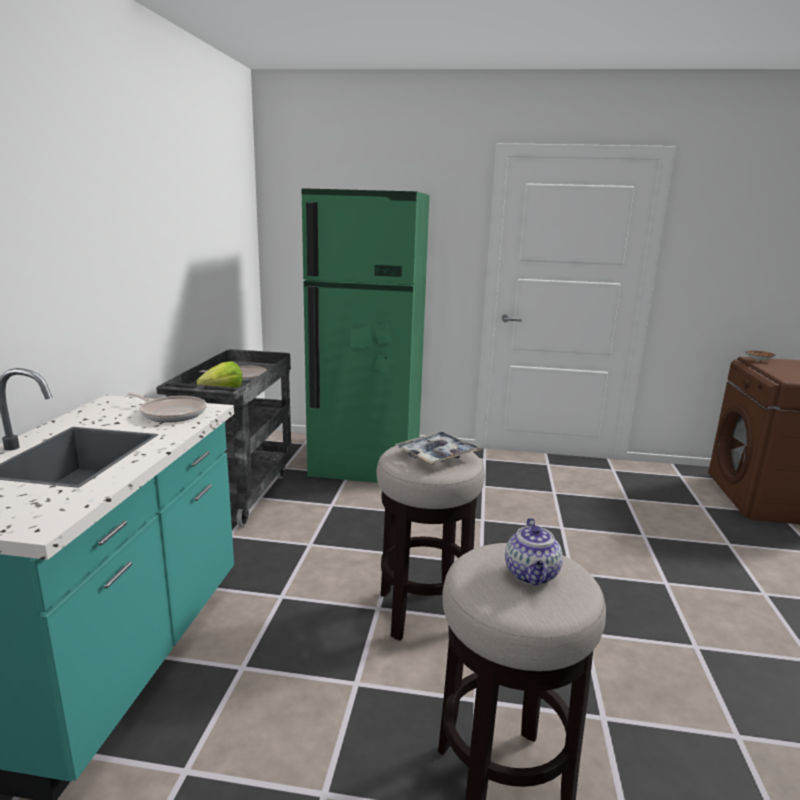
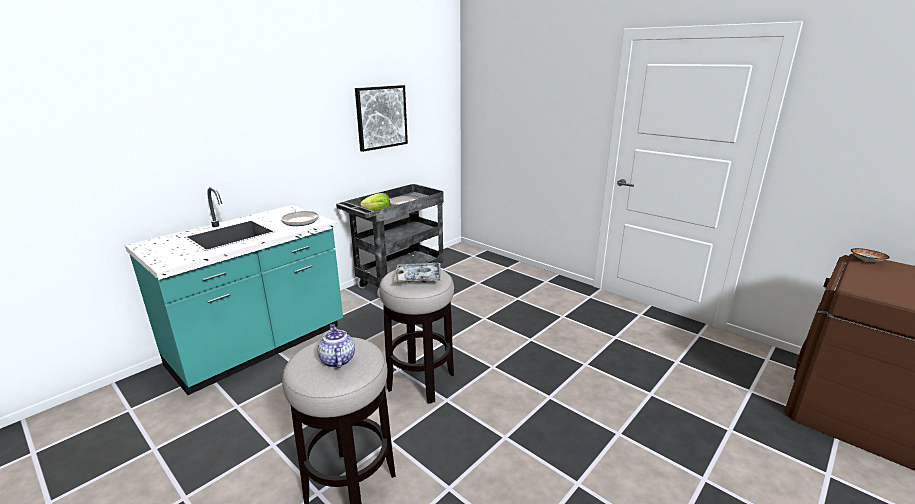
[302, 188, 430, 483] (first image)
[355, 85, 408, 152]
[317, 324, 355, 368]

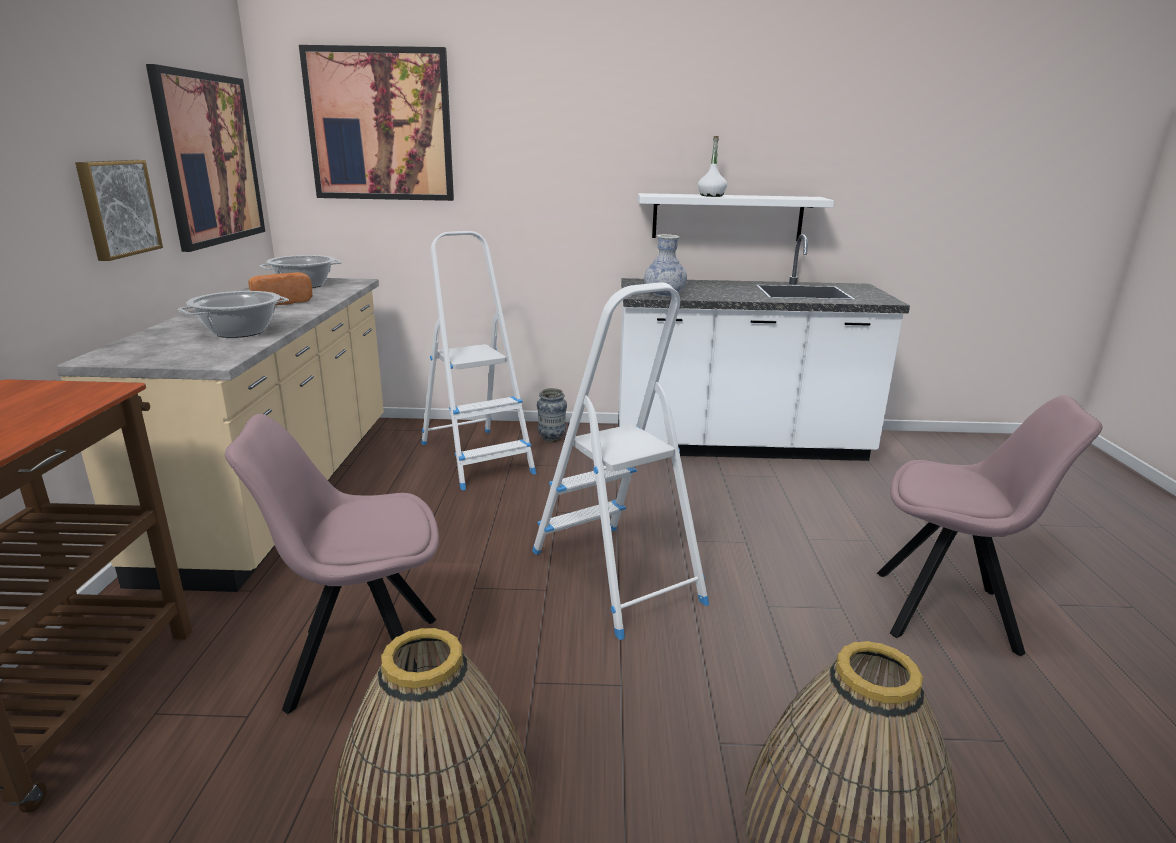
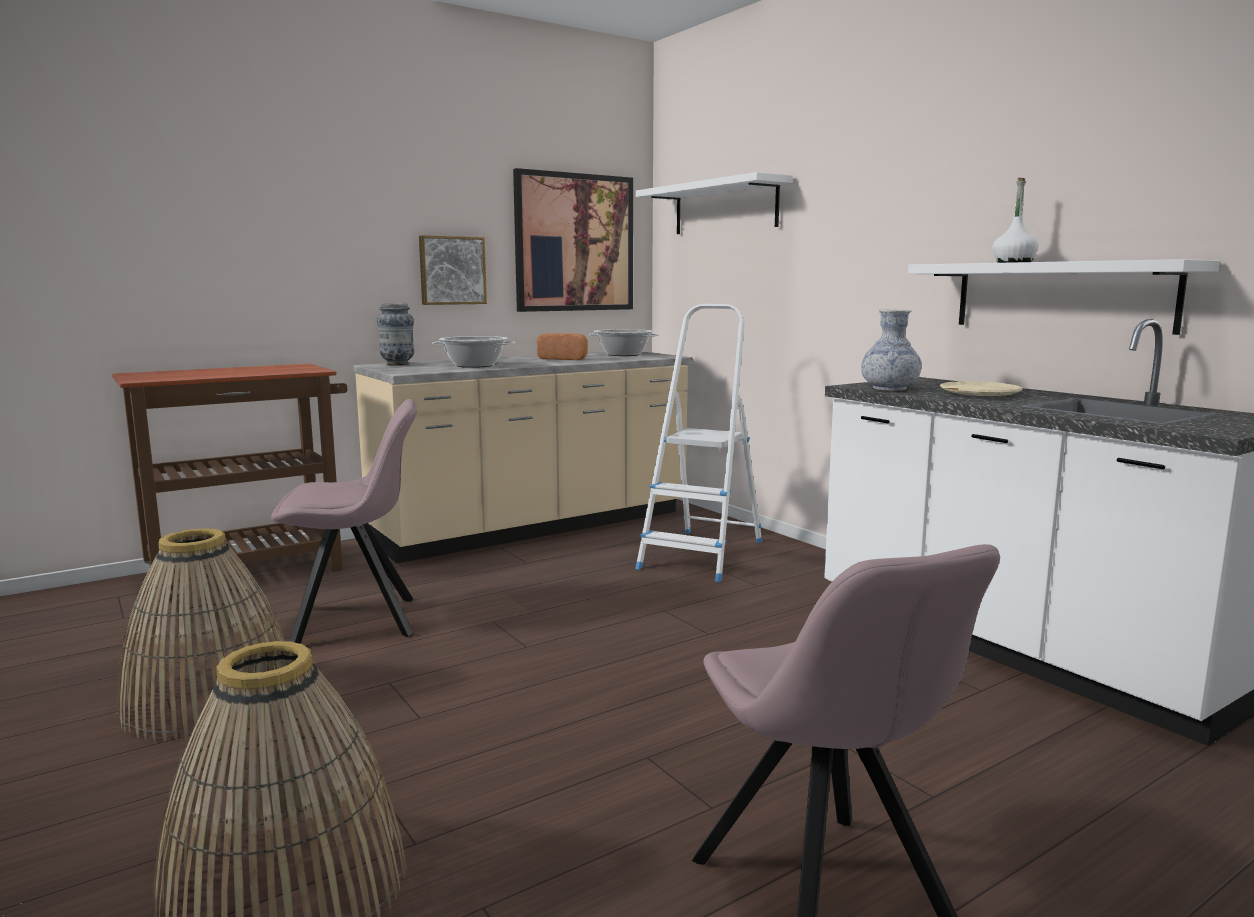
[532, 282, 709, 640] (first image)
[940, 381, 1023, 396]
[377, 303, 414, 366]
[636, 172, 793, 234]
[271, 399, 417, 644]

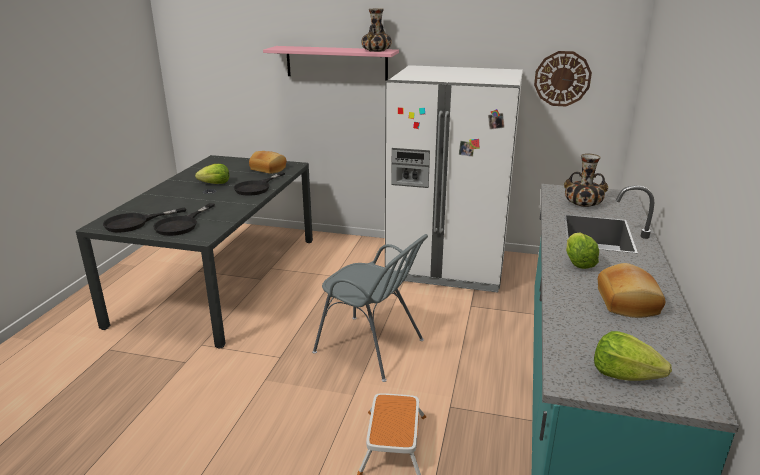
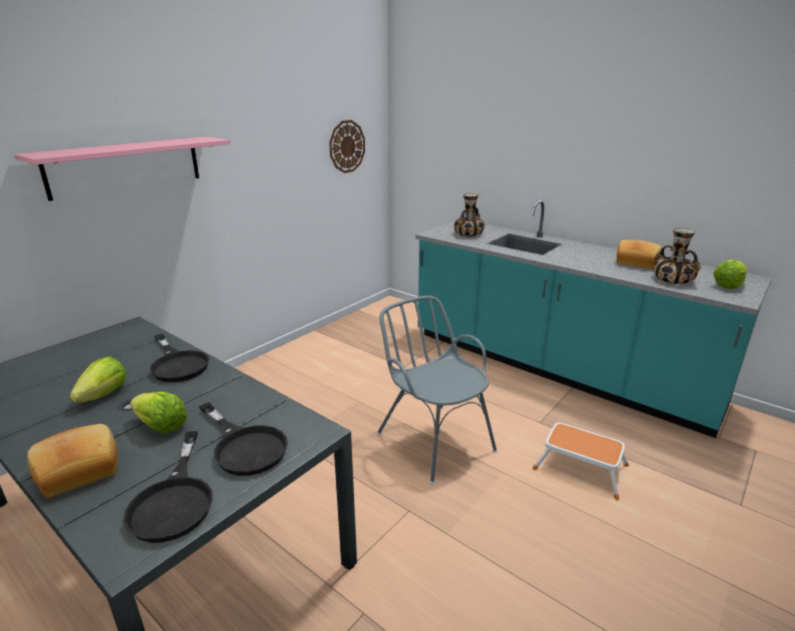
[385, 65, 523, 293] (first image)
[27, 424, 118, 498]
[653, 228, 701, 284]
[130, 392, 187, 433]
[377, 296, 498, 485]

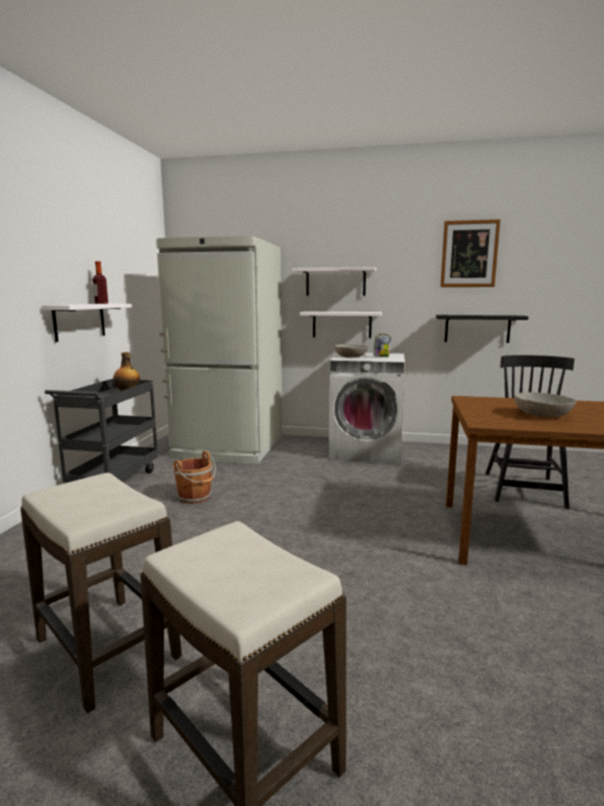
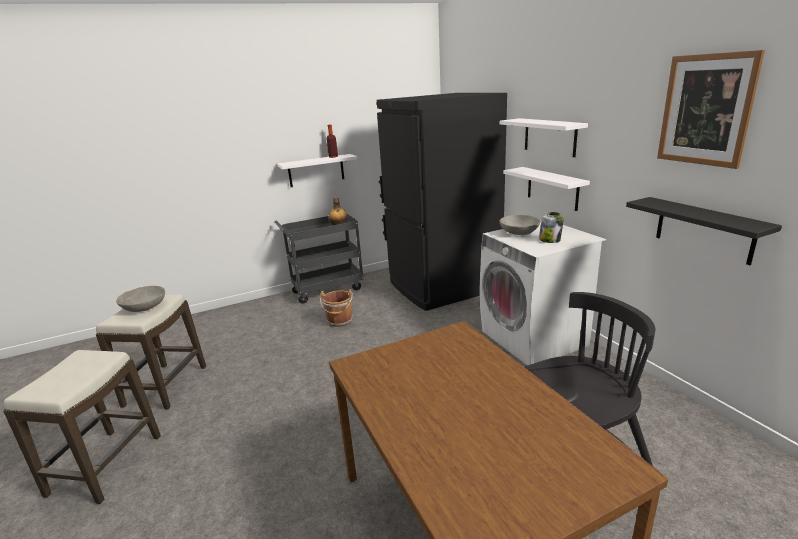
[116, 286, 165, 312]
[377, 93, 507, 311]

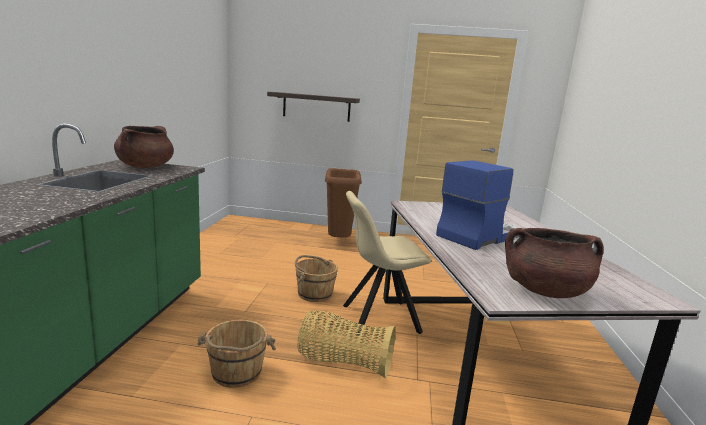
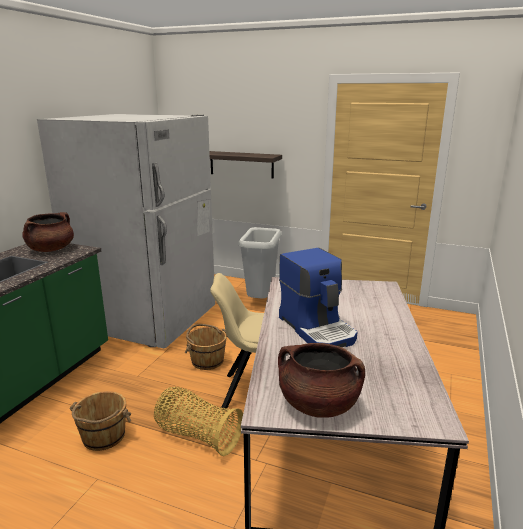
[37, 114, 215, 348]
[238, 227, 281, 298]
[279, 248, 357, 347]

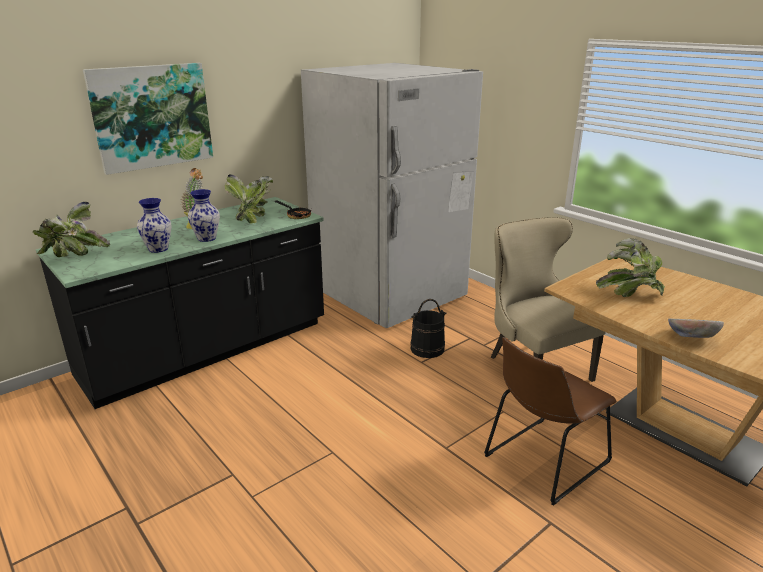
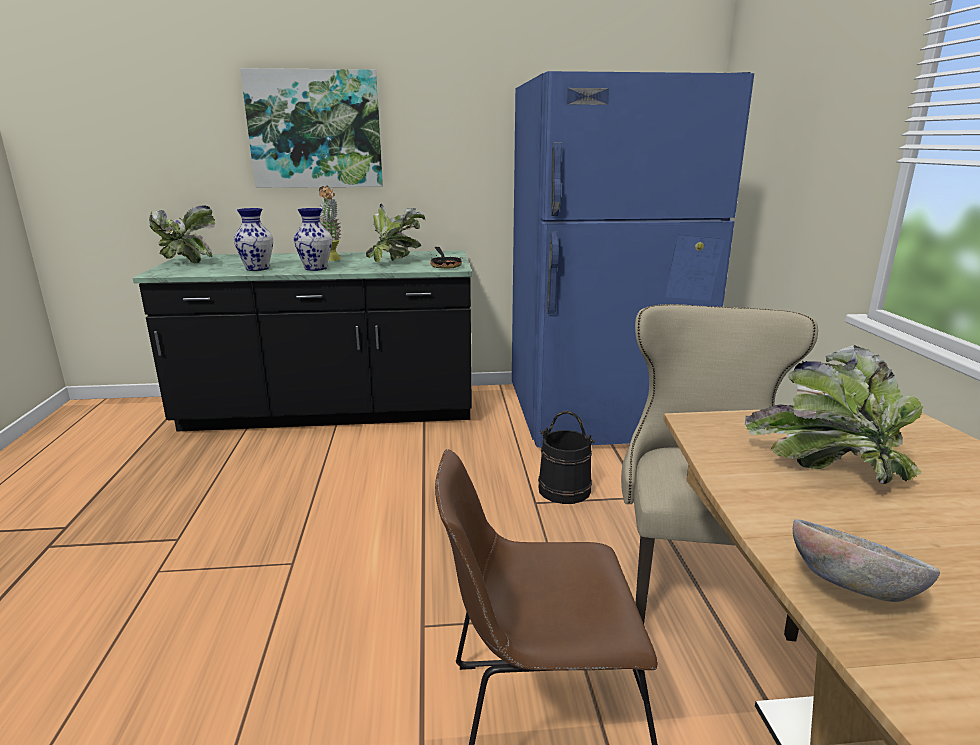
[512, 71, 754, 448]

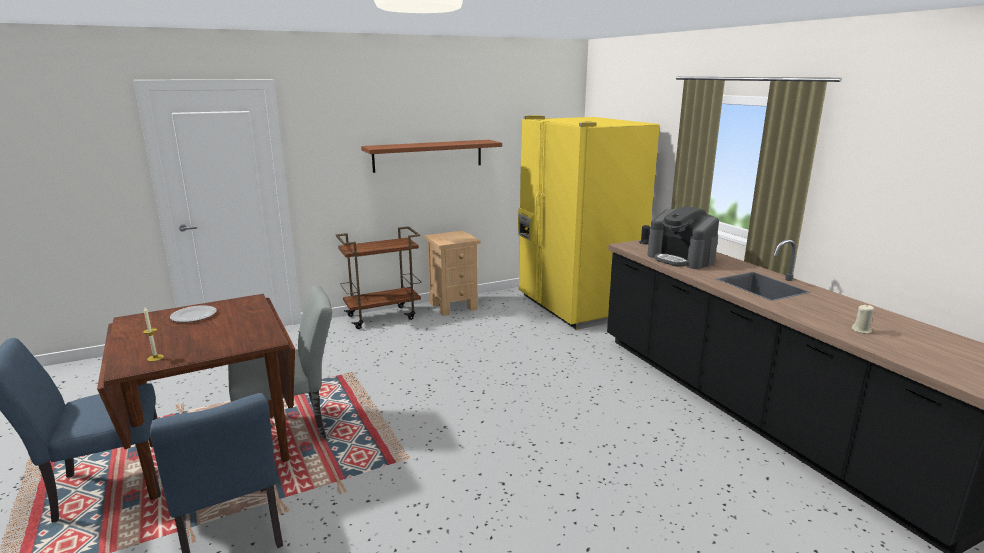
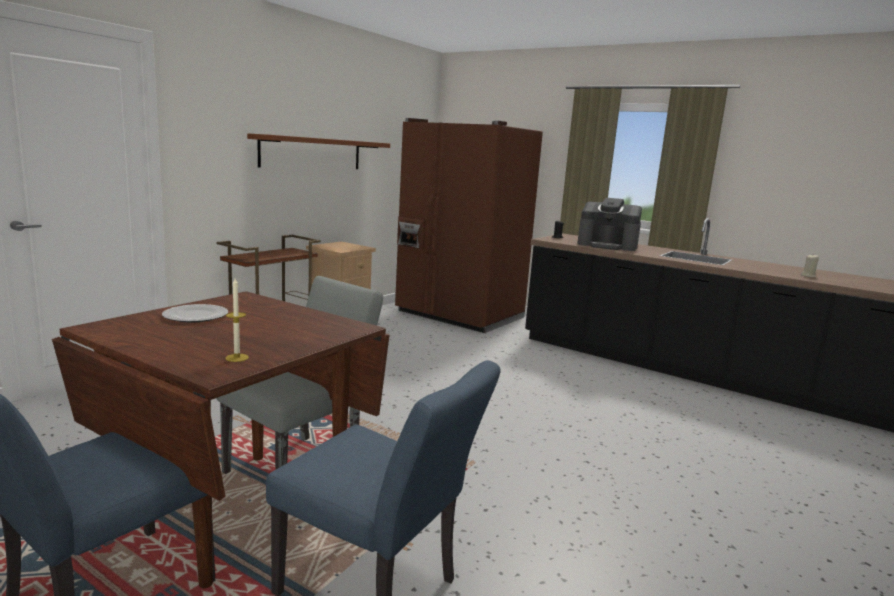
[395, 118, 543, 333]

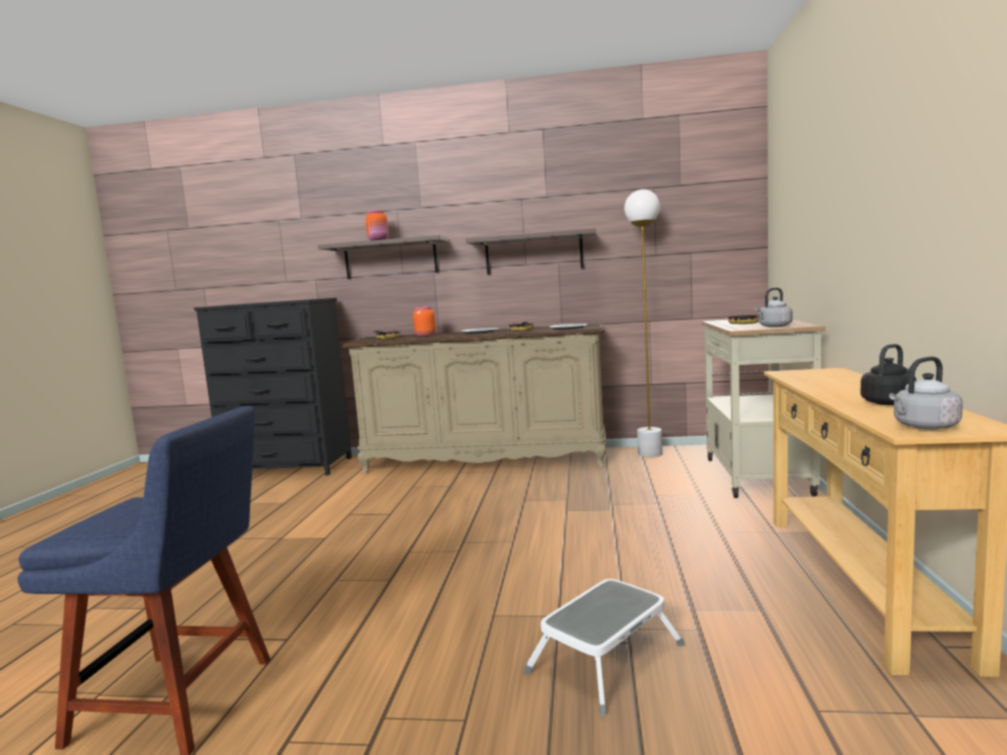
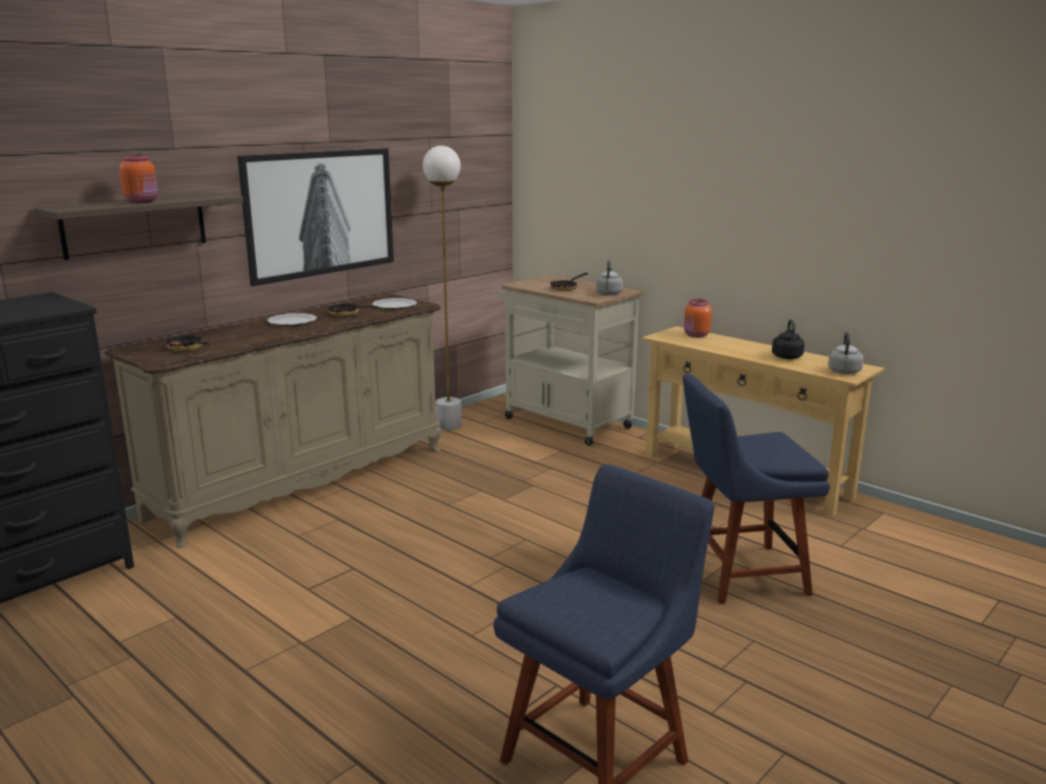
[684, 299, 712, 338]
[237, 148, 394, 286]
[683, 374, 830, 604]

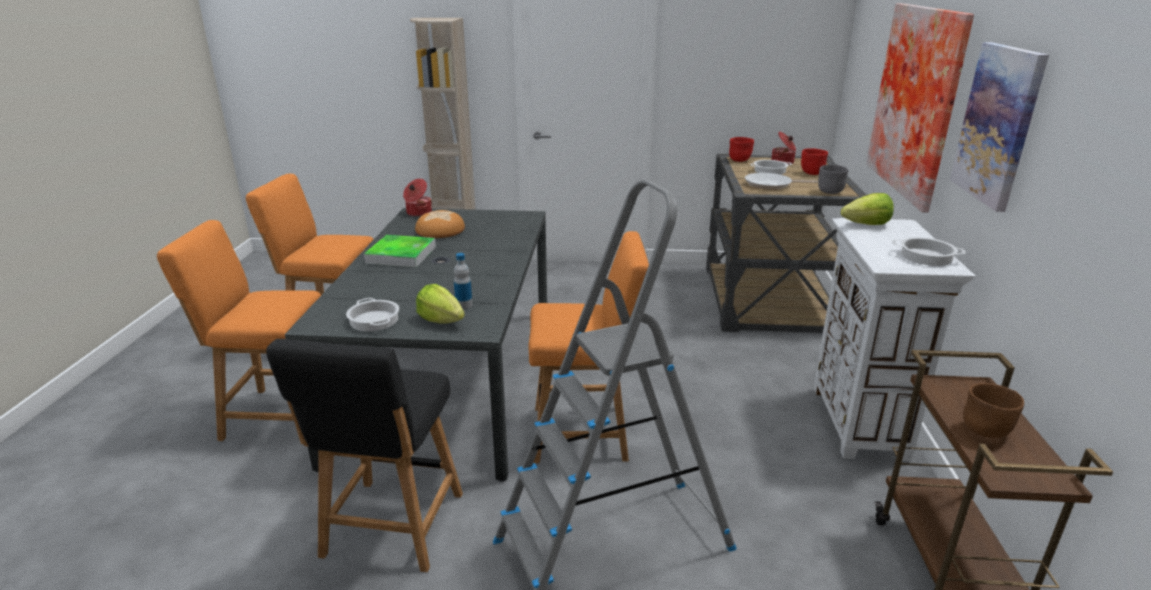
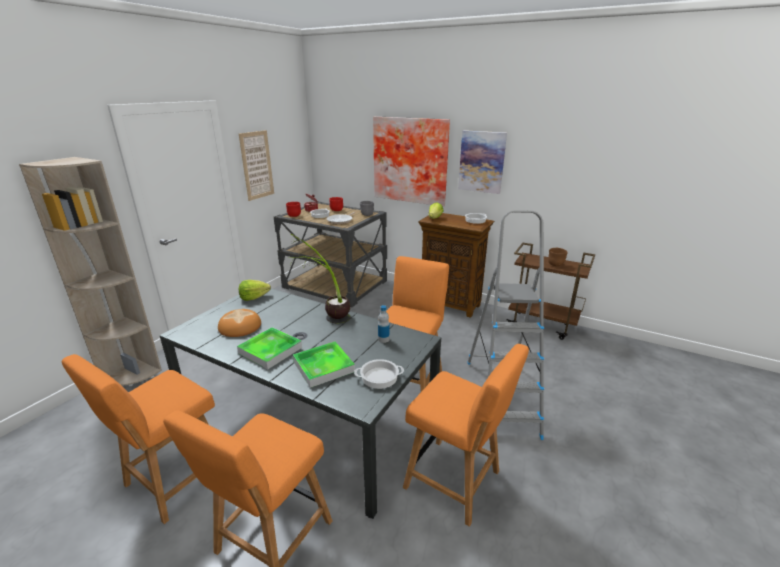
[403, 179, 432, 217] (first image)
[239, 130, 274, 201]
[291, 234, 350, 323]
[293, 342, 355, 388]
[239, 280, 271, 301]
[403, 344, 529, 527]
[418, 213, 494, 318]

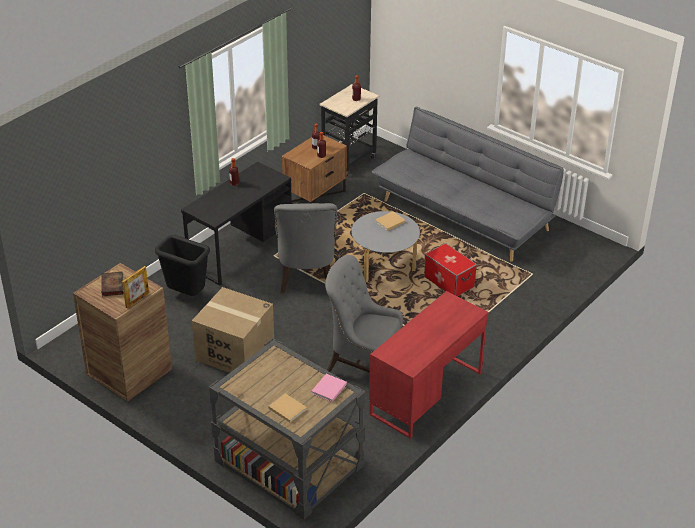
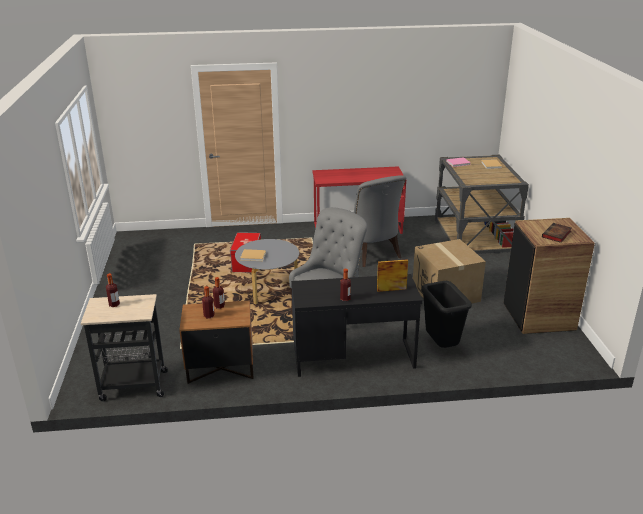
[372, 107, 564, 262] (first image)
[377, 259, 408, 292]

